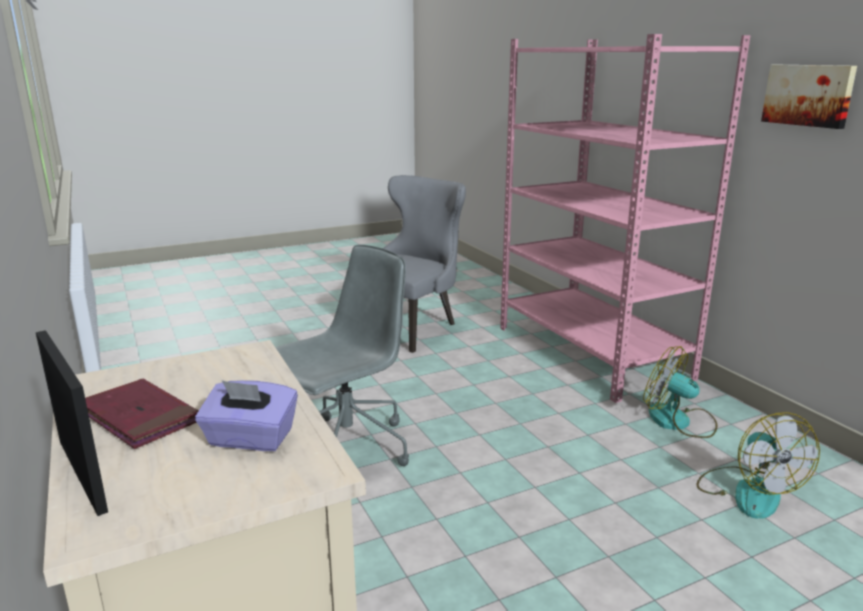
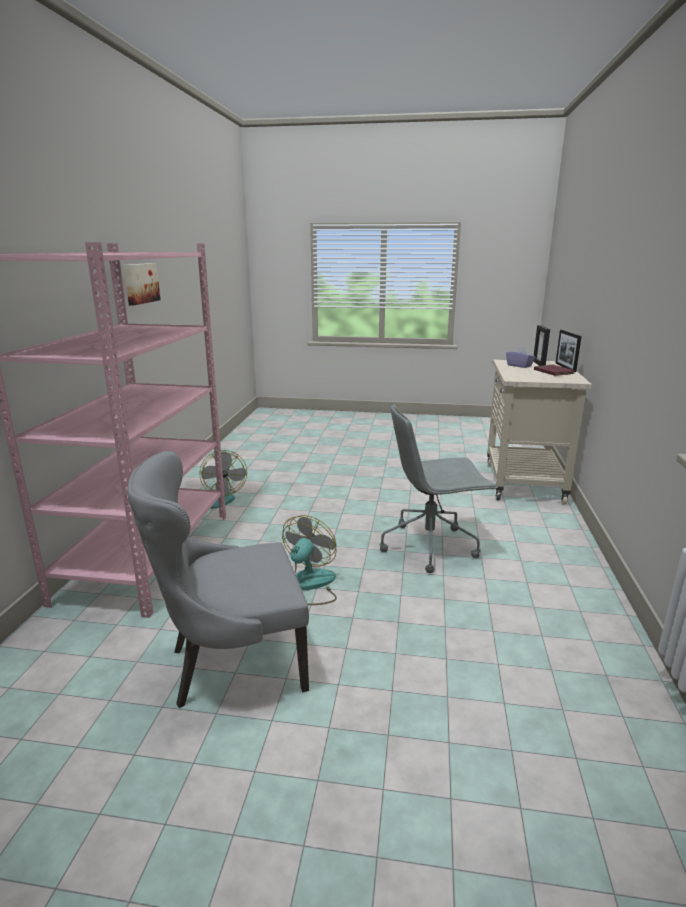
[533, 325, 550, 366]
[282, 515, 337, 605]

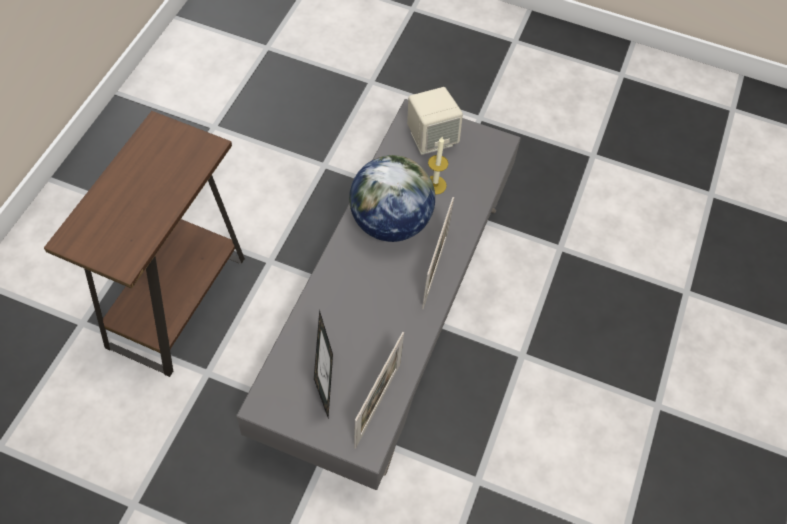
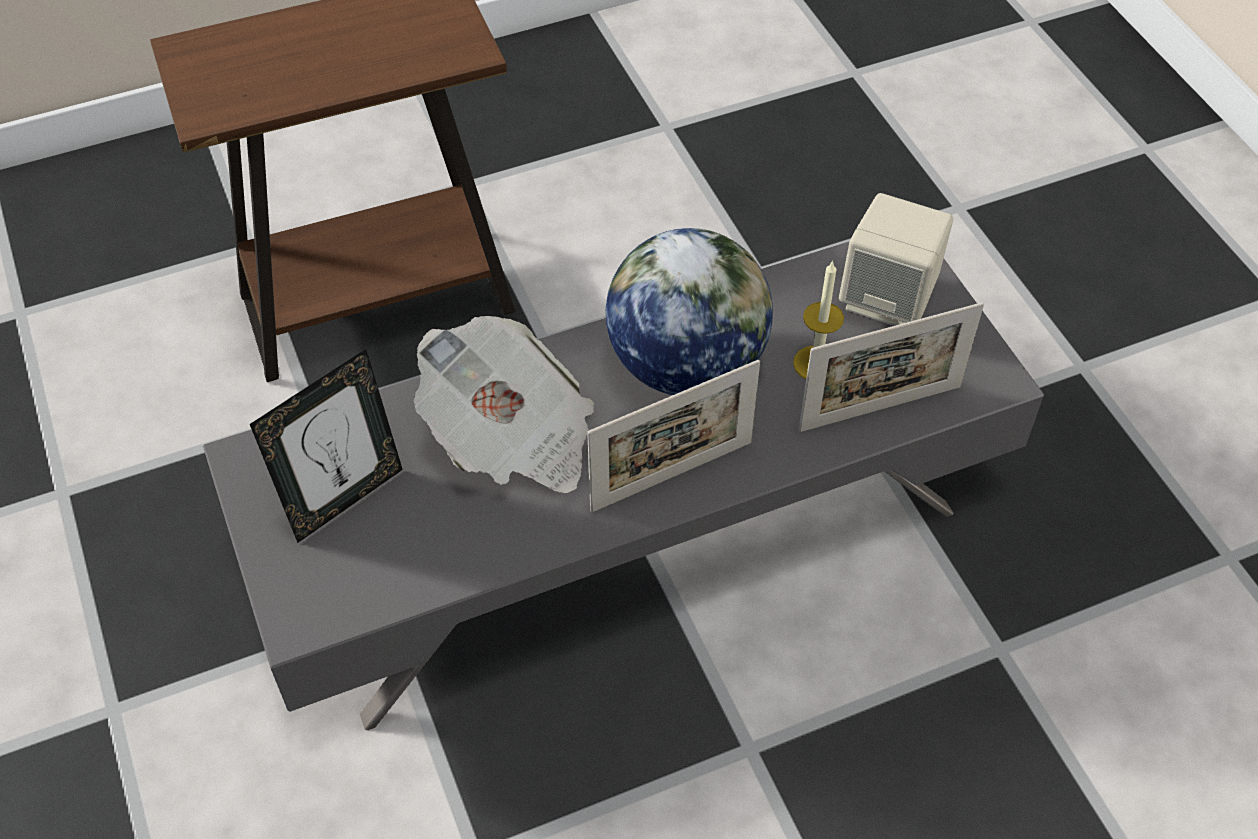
[413, 316, 594, 493]
[799, 302, 984, 432]

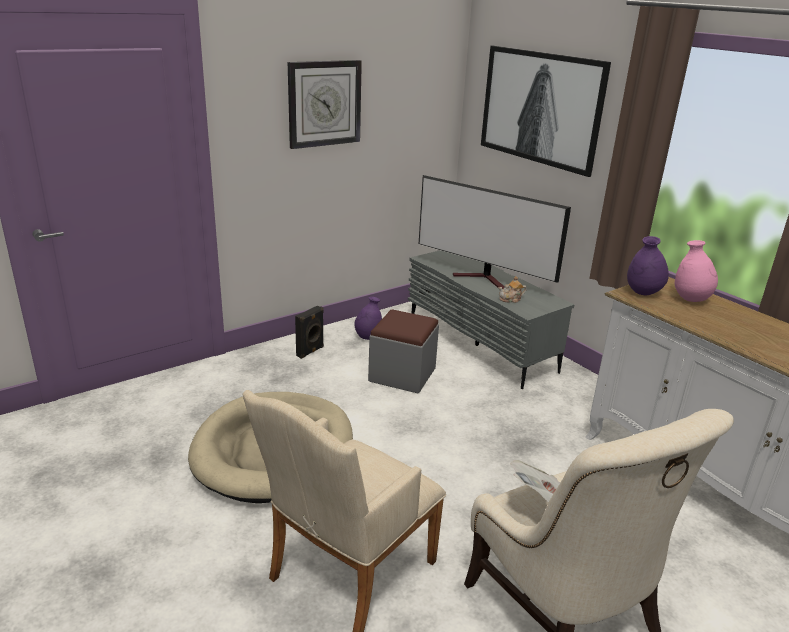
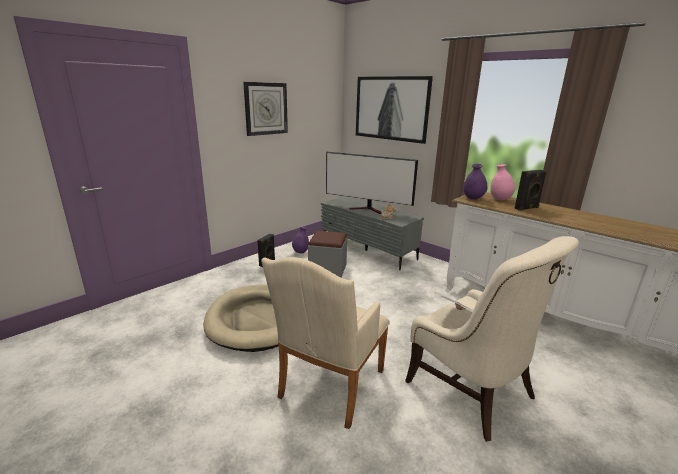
[514, 170, 547, 211]

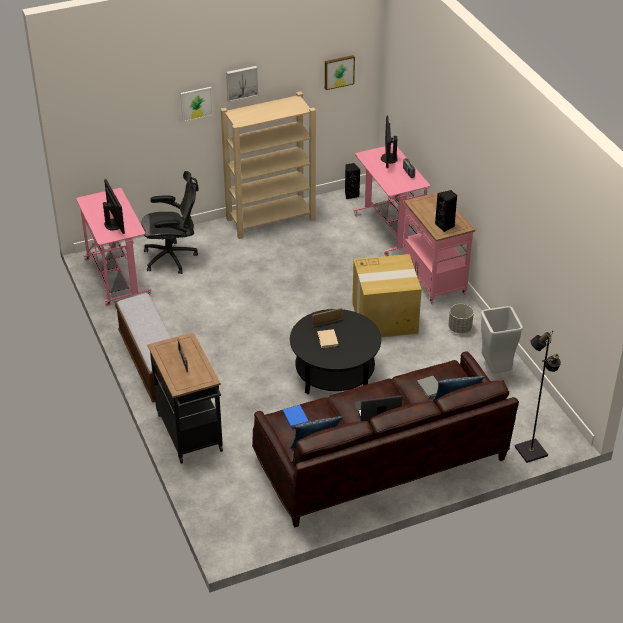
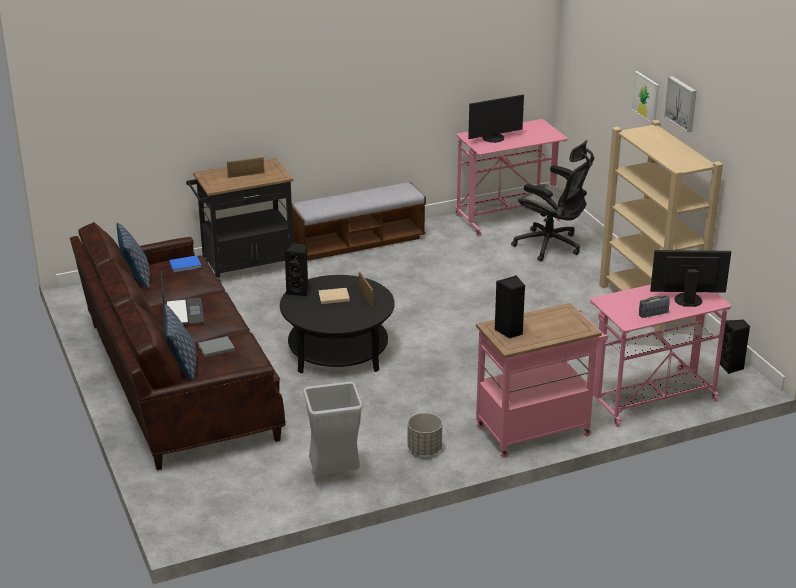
[325, 55, 355, 90] (first image)
[352, 254, 422, 337] (first image)
[515, 331, 561, 463] (first image)
[284, 243, 308, 297]
[511, 140, 594, 261]

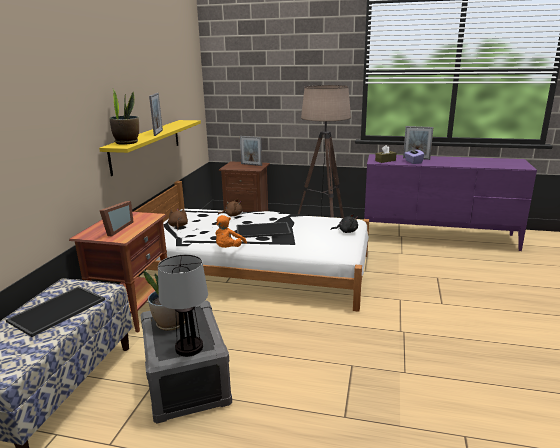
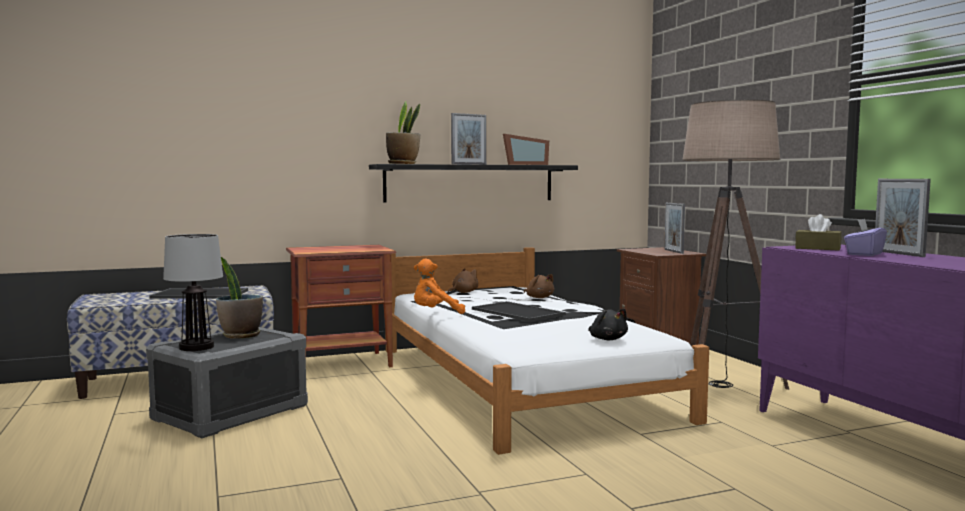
[503, 134, 549, 165]
[369, 164, 578, 202]

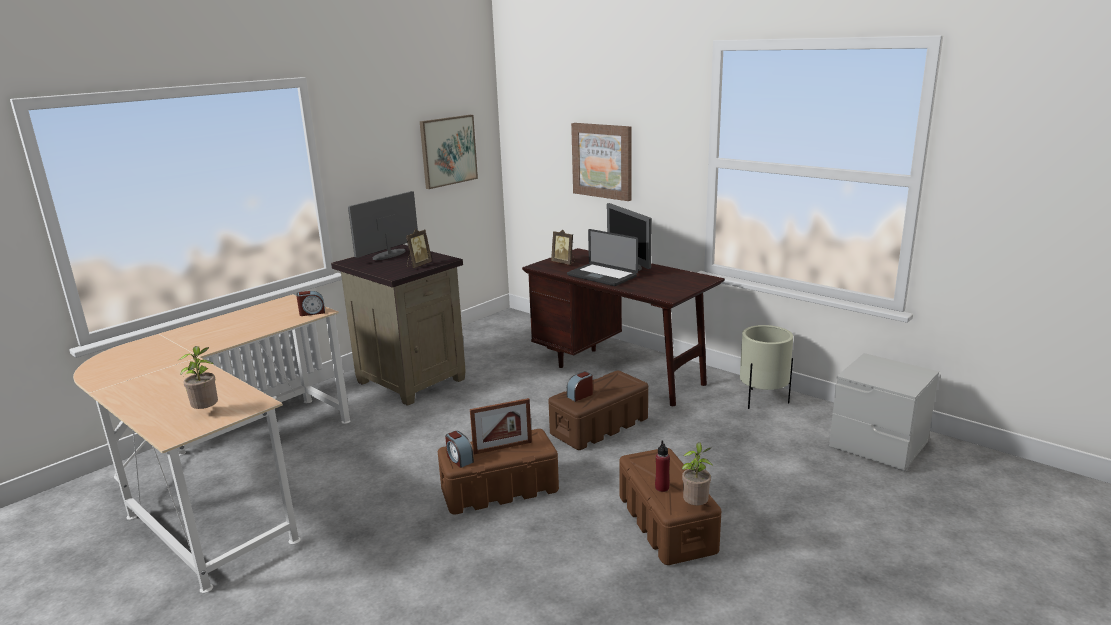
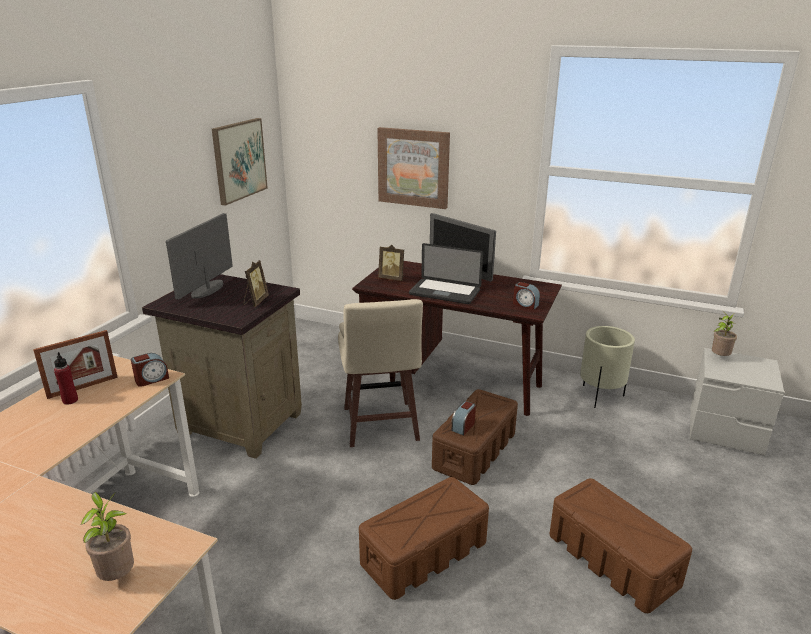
[338, 299, 423, 447]
[513, 282, 540, 310]
[33, 330, 118, 399]
[54, 352, 78, 405]
[712, 310, 737, 356]

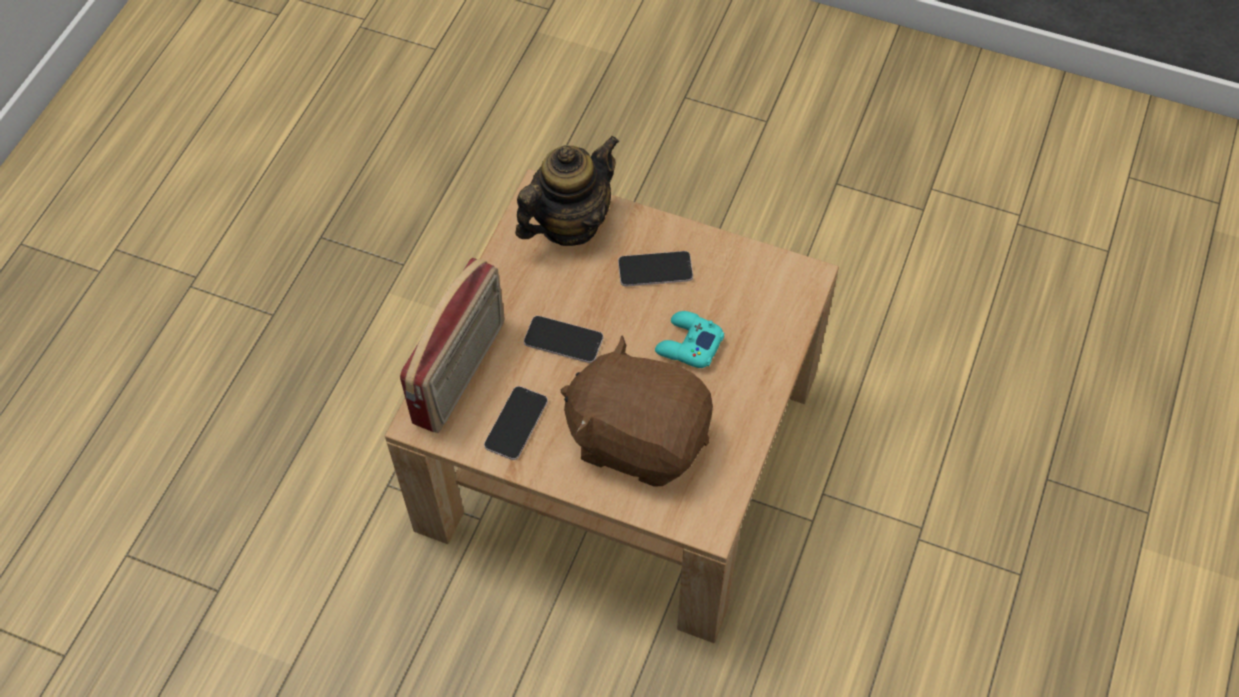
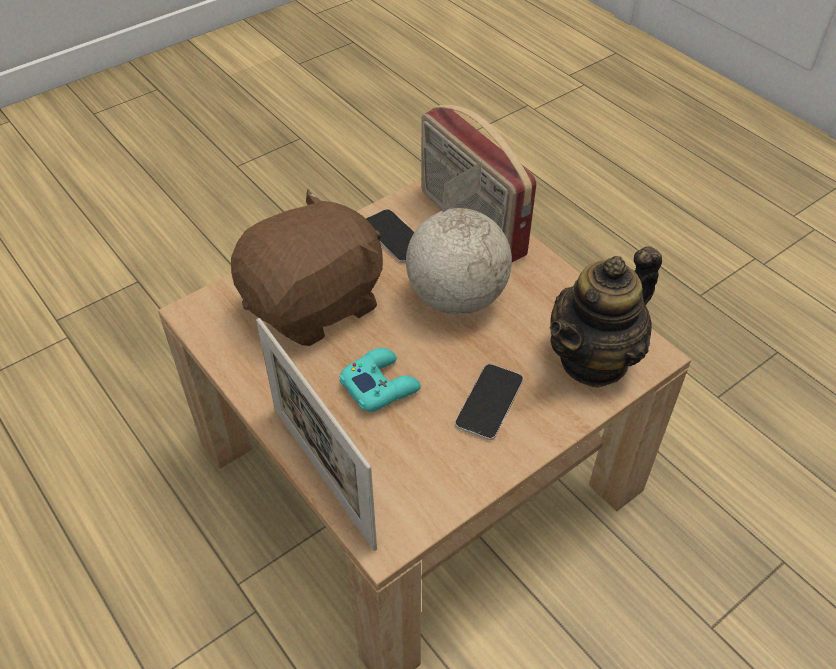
[256, 318, 377, 551]
[406, 162, 512, 315]
[549, 246, 662, 388]

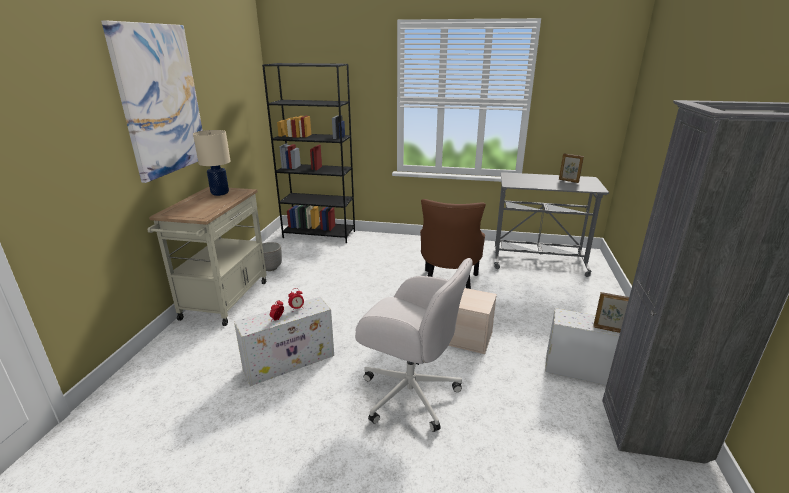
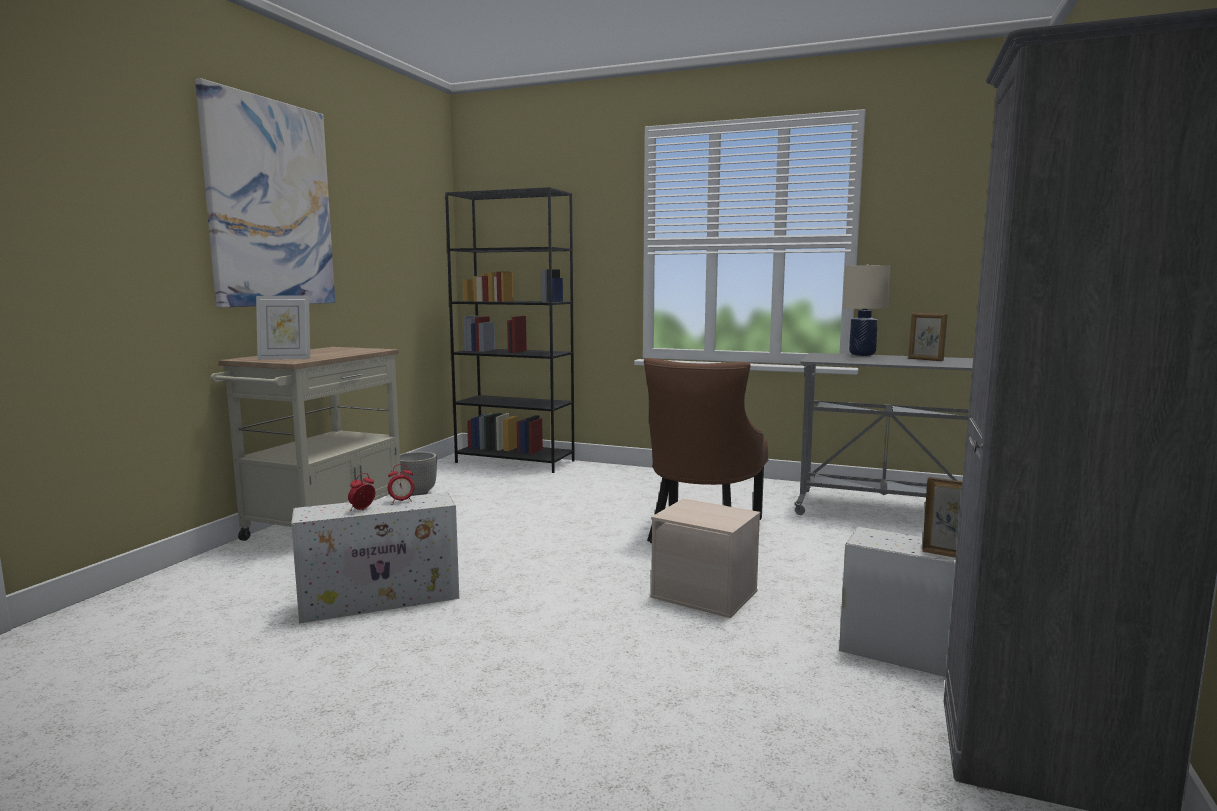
[355, 258, 473, 432] (first image)
[256, 296, 310, 360]
[843, 264, 891, 356]

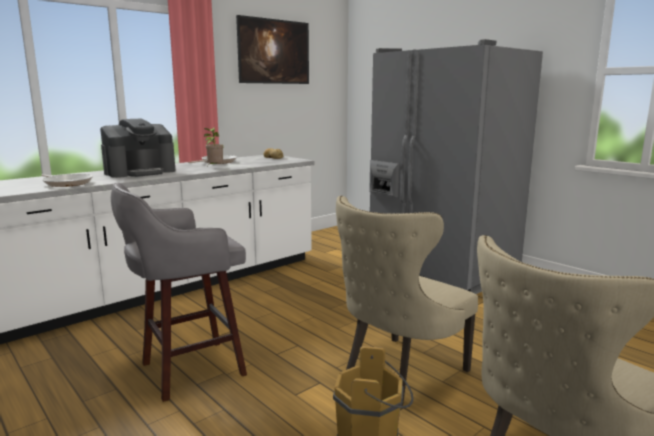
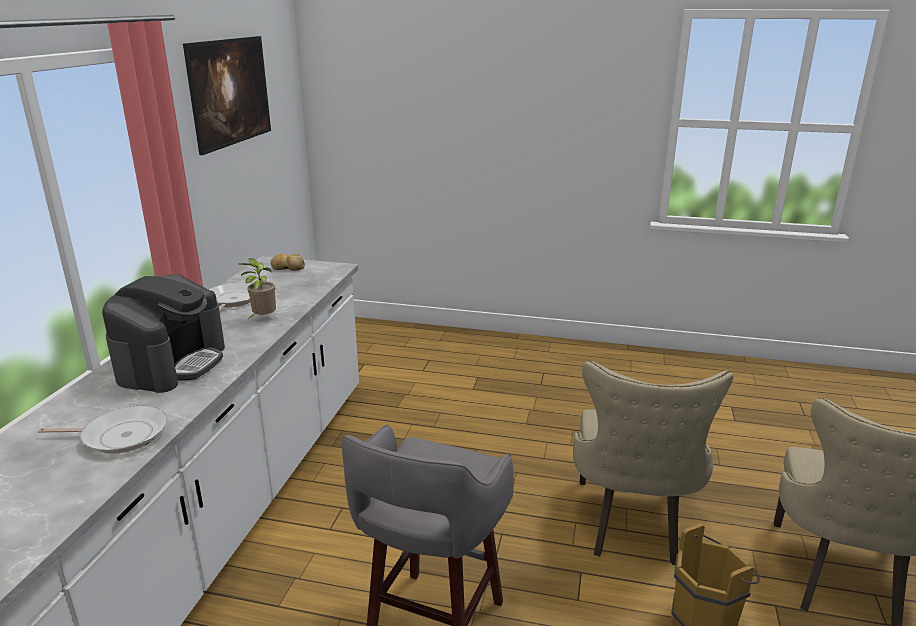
[369, 39, 543, 294] (first image)

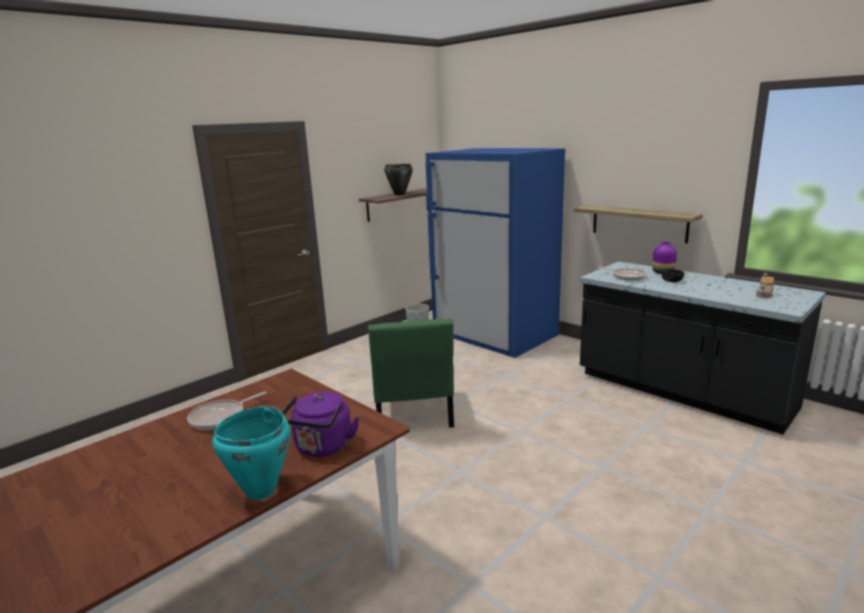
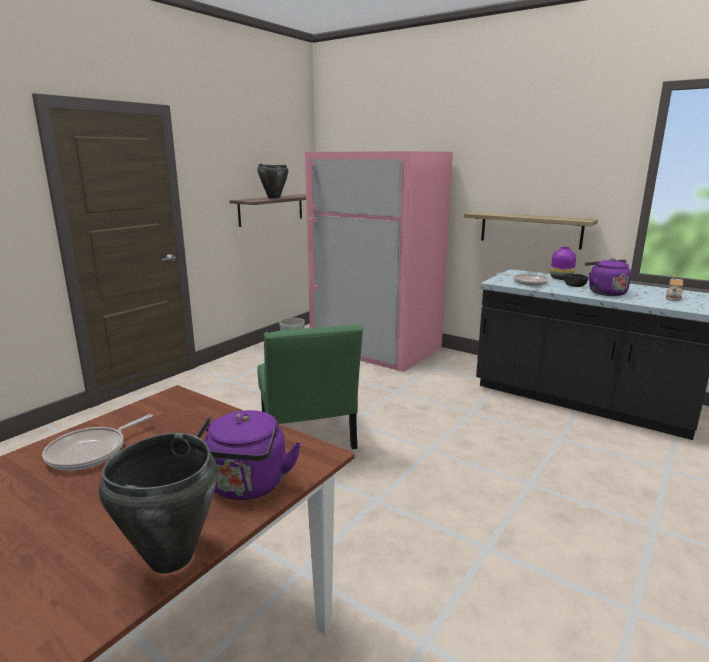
[585, 258, 631, 296]
[99, 433, 217, 573]
[305, 151, 453, 372]

